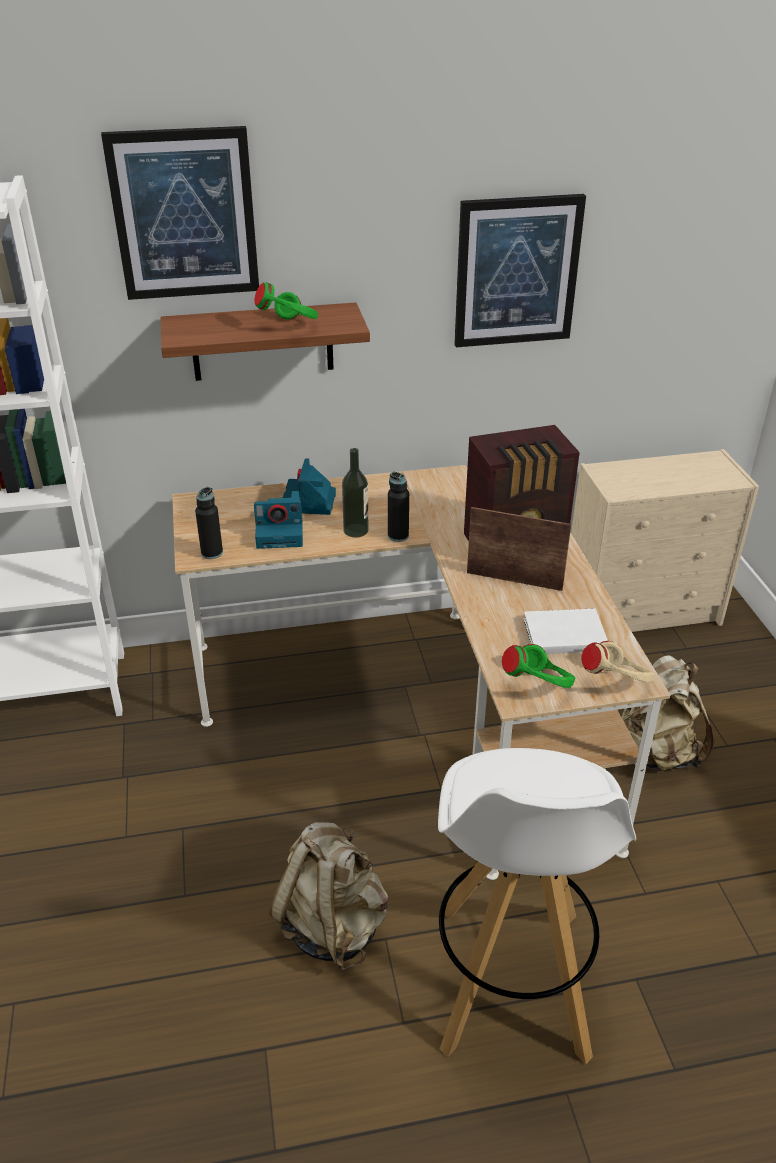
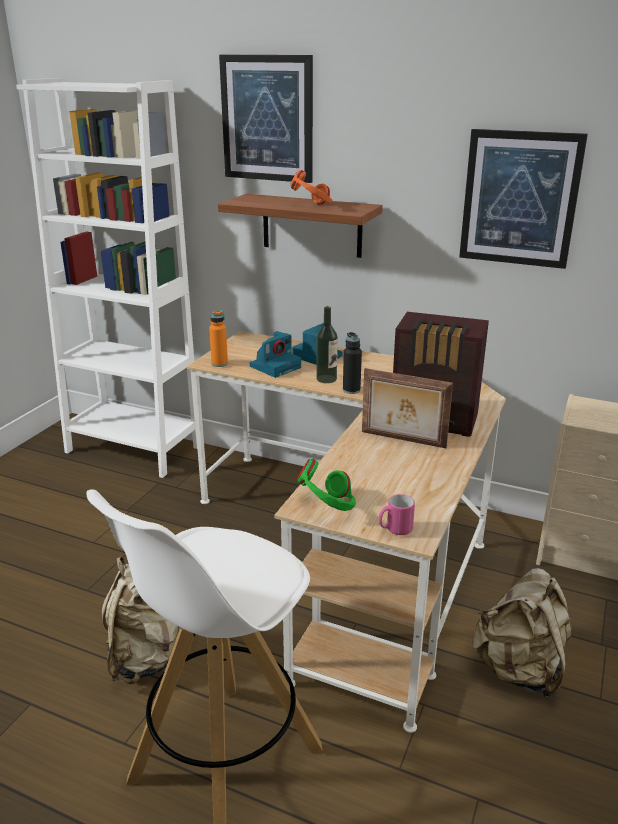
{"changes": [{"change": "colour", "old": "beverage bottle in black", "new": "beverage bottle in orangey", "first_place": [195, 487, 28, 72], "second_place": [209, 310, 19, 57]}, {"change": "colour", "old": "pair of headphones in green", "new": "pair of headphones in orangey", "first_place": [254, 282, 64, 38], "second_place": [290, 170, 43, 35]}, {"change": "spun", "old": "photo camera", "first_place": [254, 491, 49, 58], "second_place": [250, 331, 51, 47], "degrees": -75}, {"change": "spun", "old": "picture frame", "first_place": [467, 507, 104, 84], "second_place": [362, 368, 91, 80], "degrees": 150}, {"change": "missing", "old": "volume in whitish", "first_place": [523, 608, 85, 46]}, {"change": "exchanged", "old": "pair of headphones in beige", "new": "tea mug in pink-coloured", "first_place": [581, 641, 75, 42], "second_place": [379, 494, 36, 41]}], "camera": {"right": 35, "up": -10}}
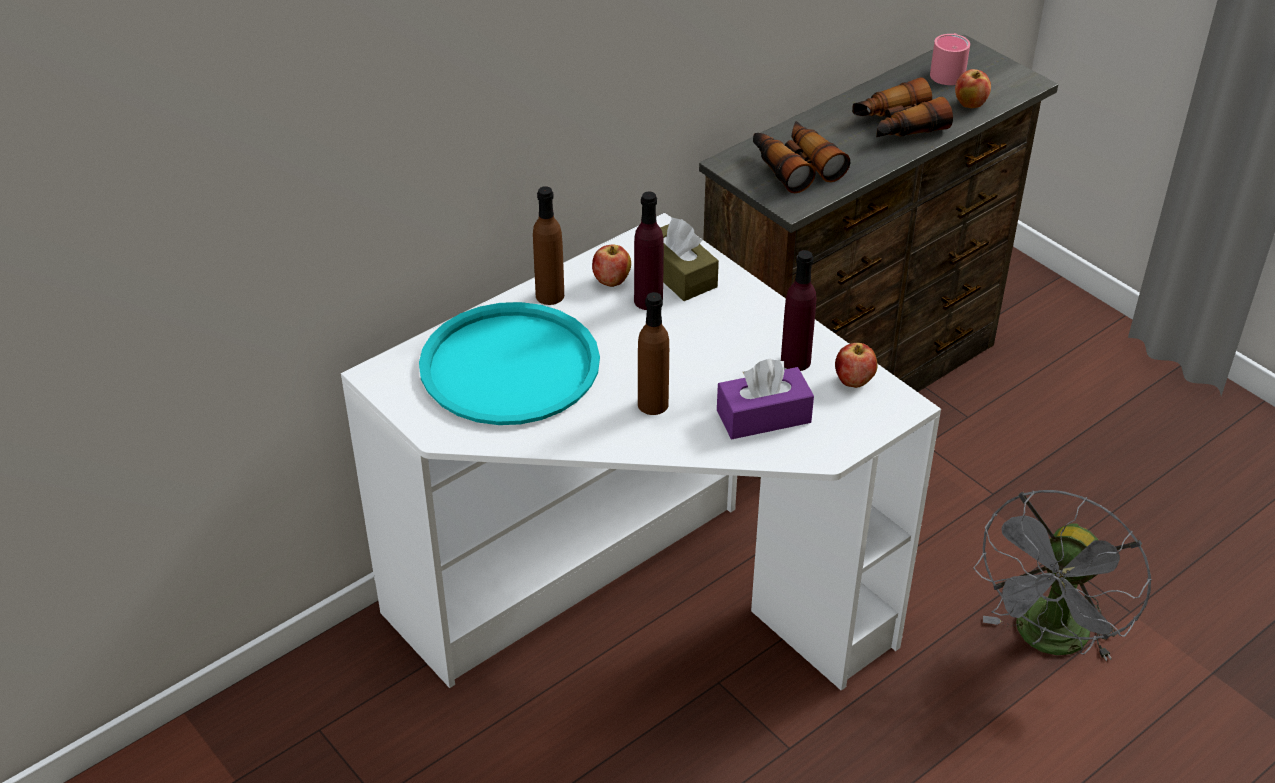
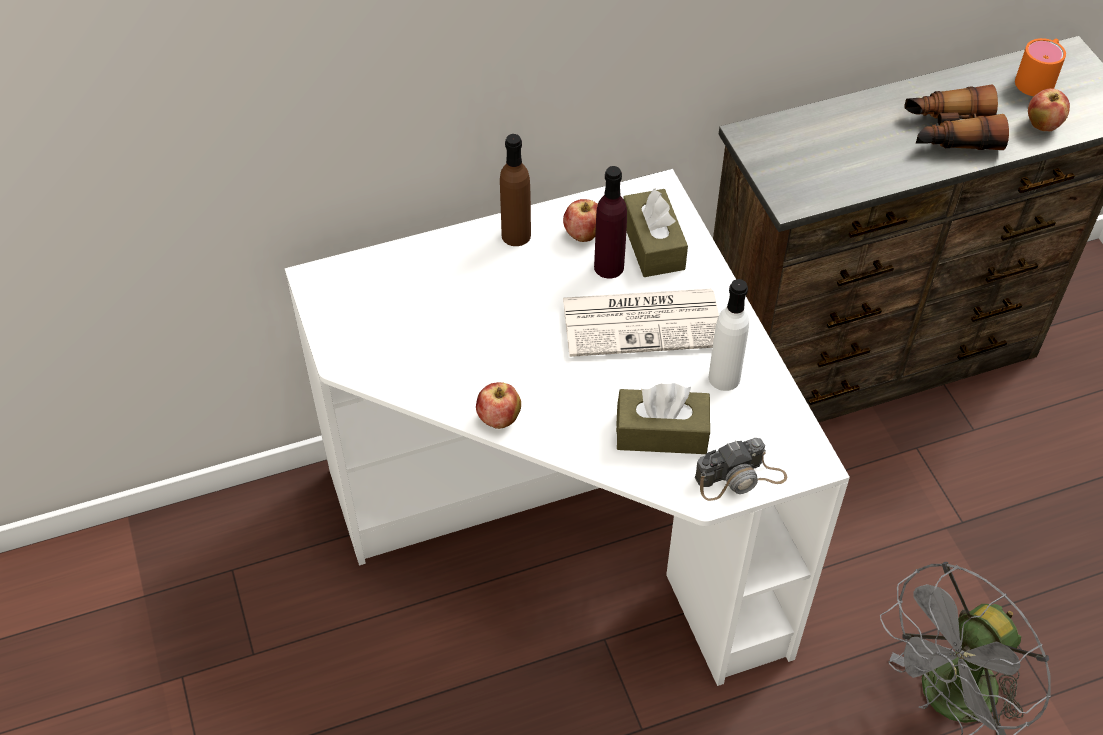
{"changes": [{"change": "missing", "old": "serving tray in turquoise-coloured", "first_place": [419, 302, 181, 123]}, {"change": "missing", "old": "beverage bottle in brown-coloured", "first_place": [638, 292, 31, 123]}, {"change": "colour", "old": "tissue box in purple", "new": "tissue box in brown-coloured", "first_place": [717, 359, 97, 80], "second_place": [616, 383, 94, 71]}, {"change": "missing", "old": "field glasses", "first_place": [753, 121, 97, 72]}, {"change": "colour", "old": "beverage bottle in purple", "new": "beverage bottle in whitish", "first_place": [781, 250, 35, 121], "second_place": [709, 279, 40, 112]}, {"change": "relocated", "old": "apple", "first_place": [835, 343, 43, 45], "second_place": [476, 382, 45, 47]}, {"change": "colour", "old": "tea mug in pink-coloured", "new": "tea mug in orangey", "first_place": [930, 33, 40, 52], "second_place": [1015, 38, 51, 58]}, {"change": "appeared", "new": "daily paper", "second_place": [563, 289, 156, 68]}, {"change": "appeared", "new": "photo camera", "second_place": [695, 438, 92, 63]}], "camera": {"right": 20, "up": 10}}
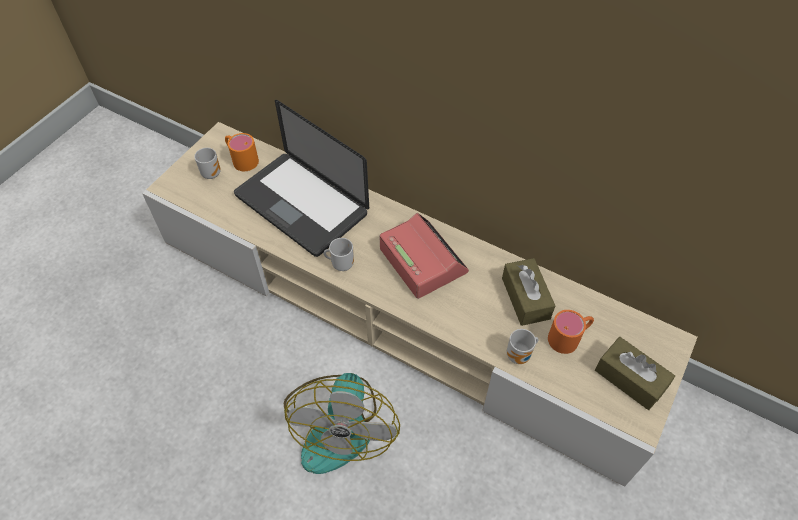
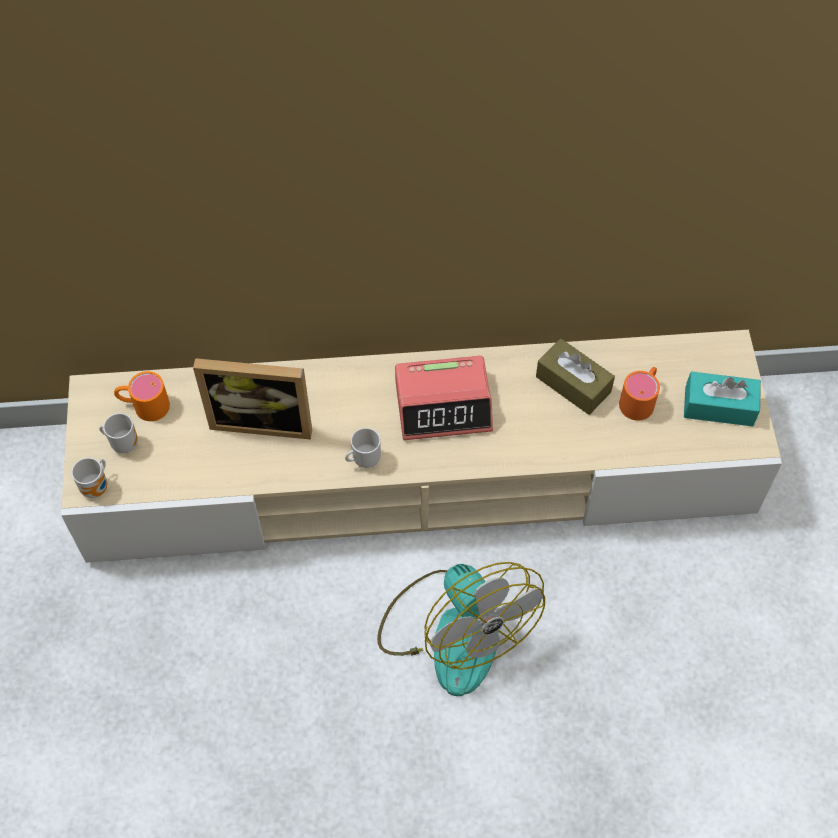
{"changes": [{"change": "exchanged", "old": "portable computer", "new": "picture frame", "first_place": [234, 100, 135, 157], "second_place": [193, 358, 119, 81]}, {"change": "spun", "old": "alarm clock", "first_place": [379, 213, 90, 86], "second_place": [395, 356, 98, 84], "degrees": 150}, {"change": "relocated", "old": "tea mug", "first_place": [507, 329, 32, 35], "second_place": [72, 458, 35, 40]}, {"change": "colour", "old": "tissue box in brown-coloured", "new": "tissue box in turquoise-coloured", "first_place": [595, 337, 80, 73], "second_place": [684, 371, 77, 55]}], "camera": {"right": -35, "up": 5}}
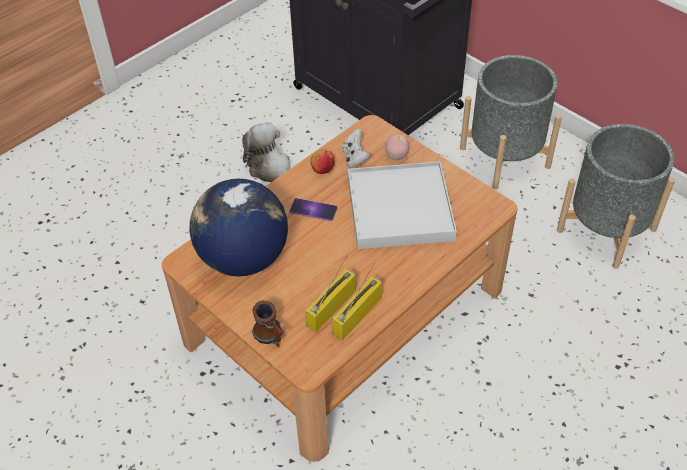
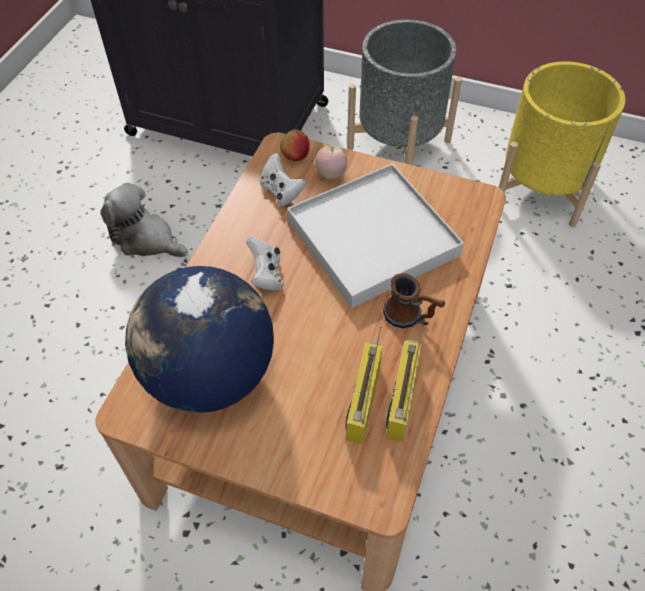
{"changes": [{"change": "relocated", "old": "tea mug", "first_place": [252, 300, 32, 47], "second_place": [383, 273, 62, 55]}, {"change": "exchanged", "old": "telephone", "new": "joypad in whitish", "first_place": [289, 198, 48, 23], "second_place": [246, 237, 38, 53]}, {"change": "relocated", "old": "apple", "first_place": [311, 149, 24, 25], "second_place": [280, 130, 30, 31]}, {"change": "colour", "old": "flower pot in grey", "new": "flower pot in yellowish", "first_place": [557, 124, 118, 145], "second_place": [499, 61, 126, 166]}], "camera": {"right": -25, "up": 5}}
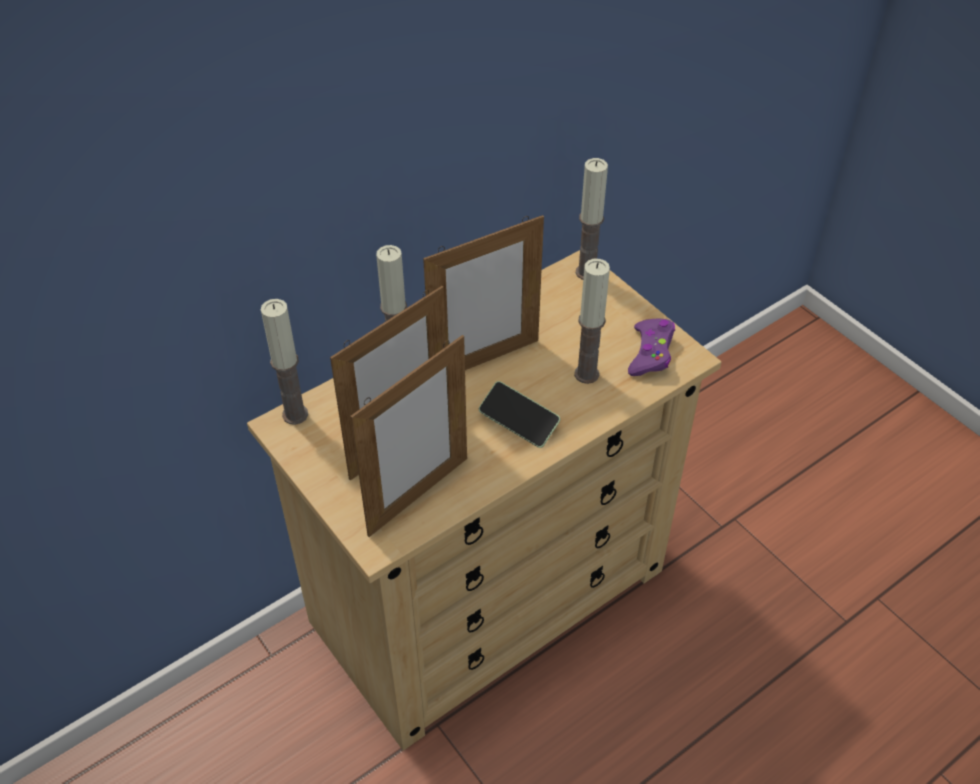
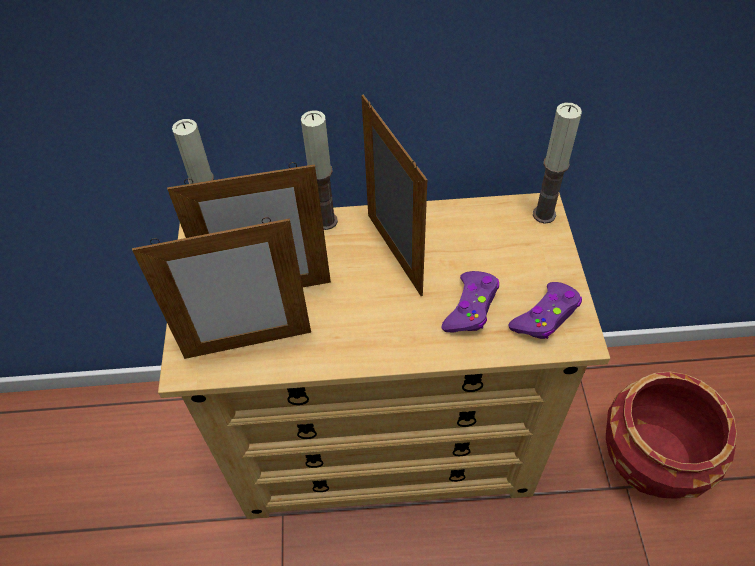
{"changes": [{"change": "spun", "old": "picture frame", "first_place": [423, 215, 121, 155], "second_place": [361, 95, 66, 201], "degrees": -120}, {"change": "missing", "old": "telephone", "first_place": [479, 381, 81, 67]}, {"change": "exchanged", "old": "wax light", "new": "joypad in purple", "first_place": [574, 259, 36, 125], "second_place": [442, 271, 57, 62]}, {"change": "appeared", "new": "flower pot in reddish", "second_place": [606, 372, 131, 127]}], "camera": {"right": 35, "up": 5}}
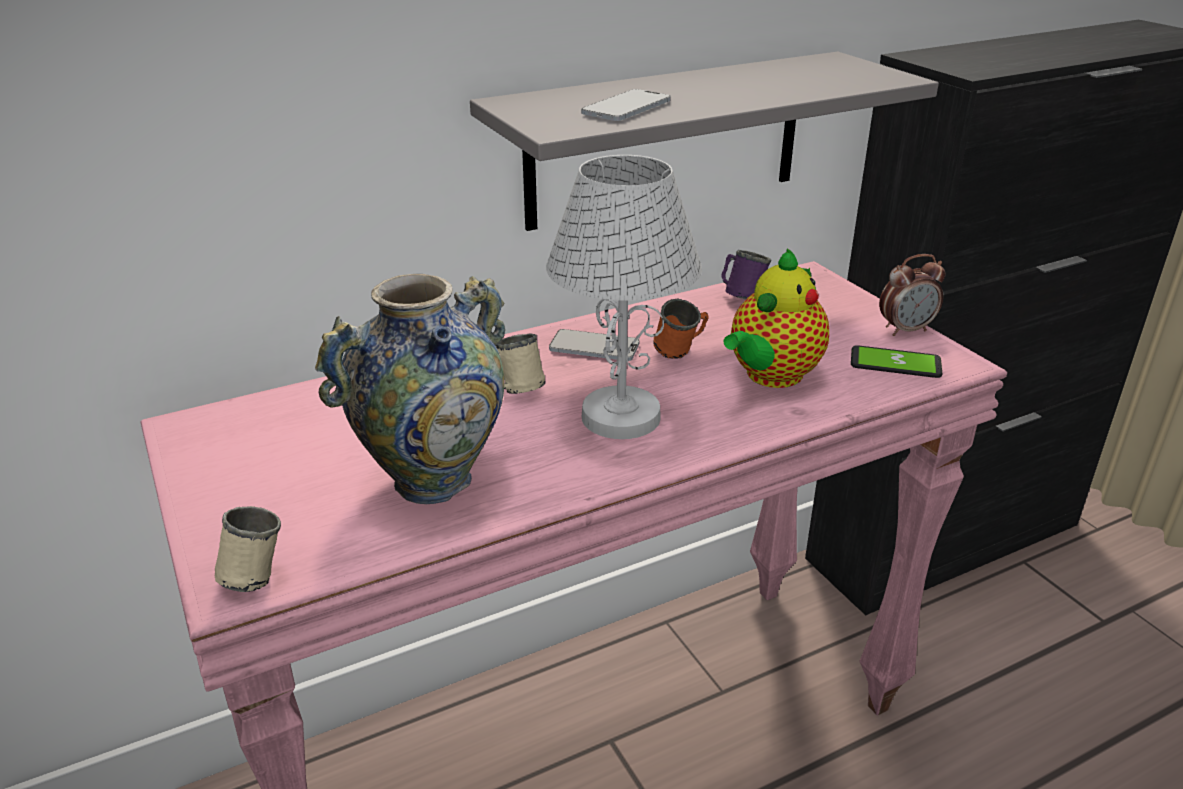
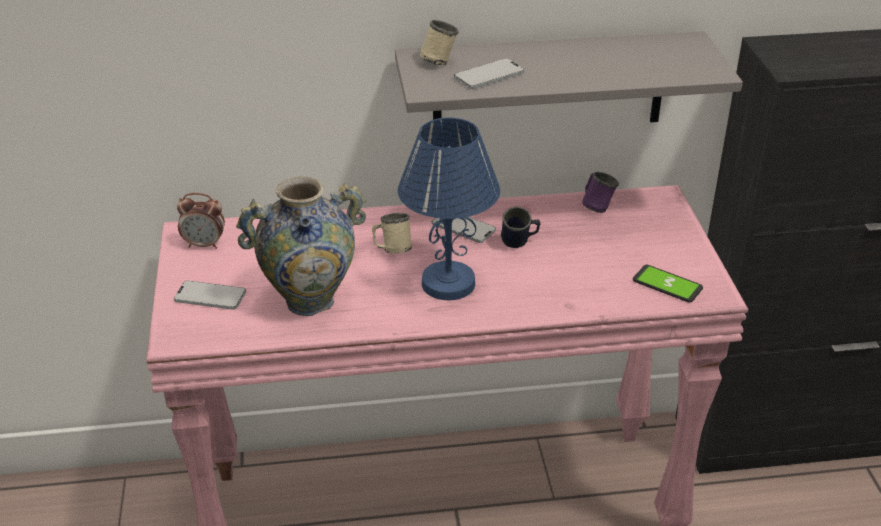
{"changes": [{"change": "relocated", "old": "tea mug in beige", "first_place": [215, 506, 66, 86], "second_place": [420, 20, 39, 45]}, {"change": "colour", "old": "lamp for a table in whitish", "new": "lamp for a table in bluish", "first_place": [546, 155, 156, 284], "second_place": [398, 118, 102, 182]}, {"change": "colour", "old": "tea mug in orangey", "new": "tea mug in bluish", "first_place": [654, 299, 55, 60], "second_place": [501, 206, 40, 42]}, {"change": "missing", "old": "tea pot", "first_place": [724, 248, 105, 140]}, {"change": "relocated", "old": "alarm clock", "first_place": [879, 254, 66, 82], "second_place": [177, 193, 48, 56]}, {"change": "appeared", "new": "telephone", "second_place": [174, 280, 72, 30]}], "camera": {"right": 20, "up": 5}}
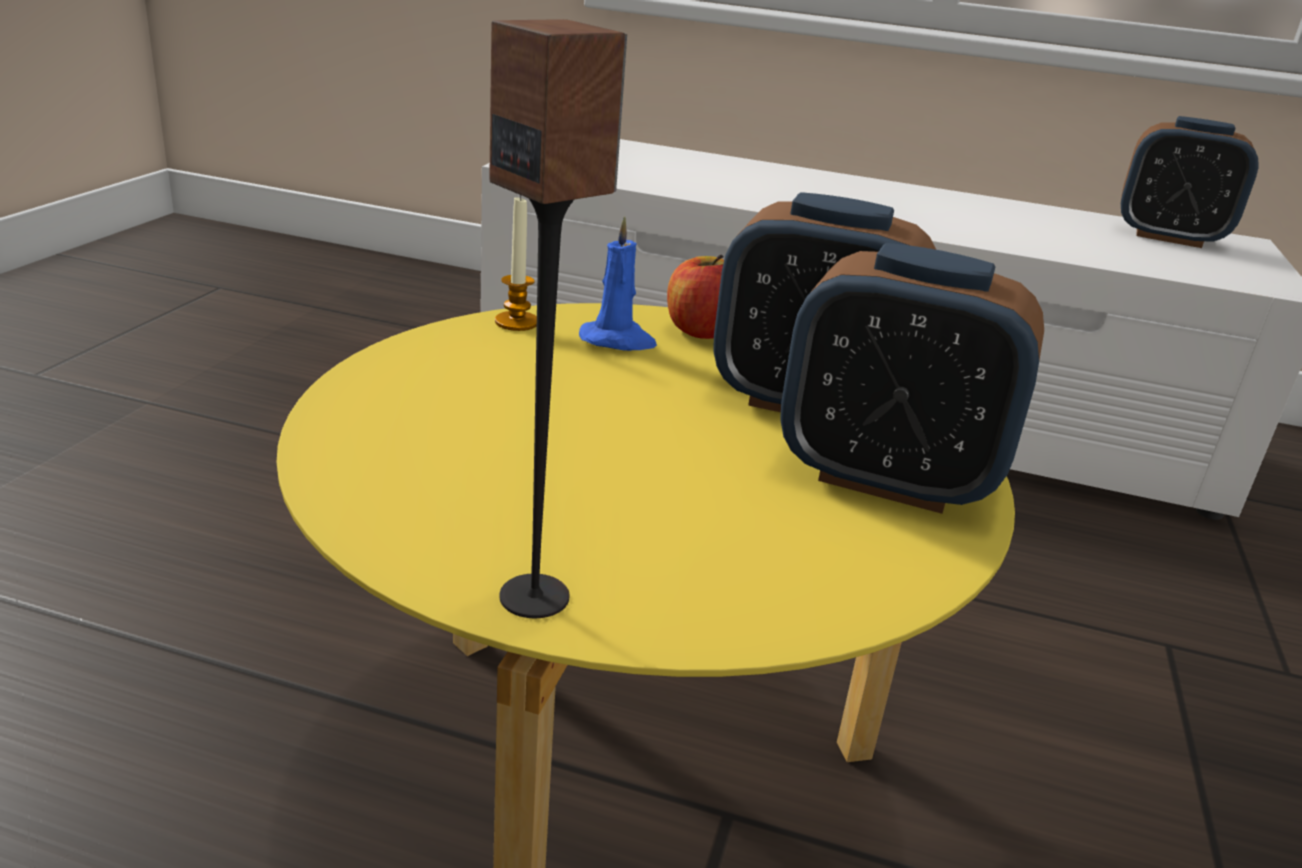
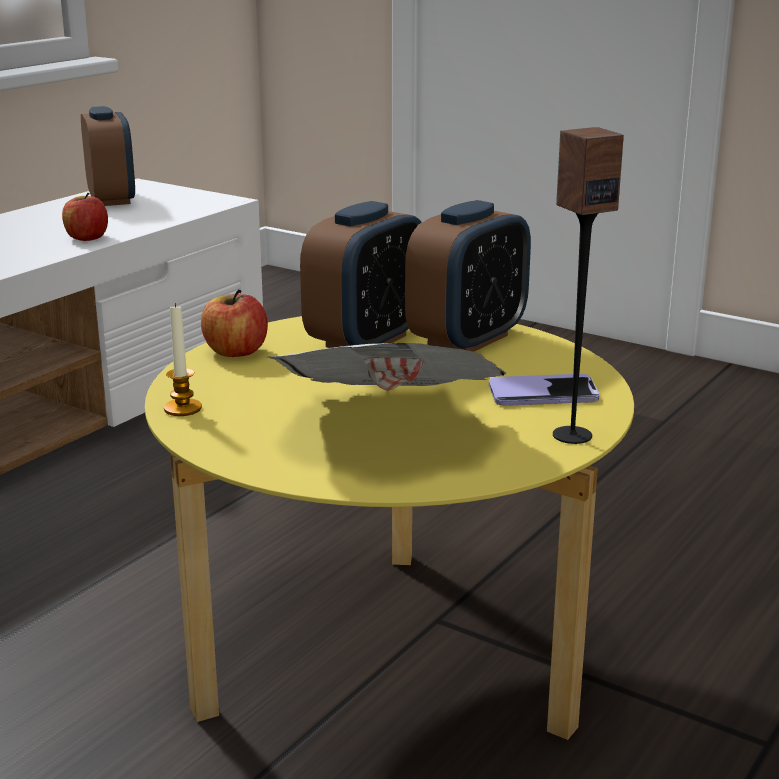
{"changes": [{"change": "missing", "old": "wax light in bluish", "first_place": [579, 216, 78, 135]}, {"change": "spun", "old": "alarm clock", "first_place": [1121, 116, 137, 132], "second_place": [81, 106, 54, 100], "degrees": -60}, {"change": "appeared", "new": "apple", "second_place": [62, 193, 46, 48]}, {"change": "appeared", "new": "daily paper", "second_place": [268, 343, 238, 48]}, {"change": "appeared", "new": "telephone", "second_place": [489, 374, 111, 32]}], "camera": {"right": -70, "up": -5}}
